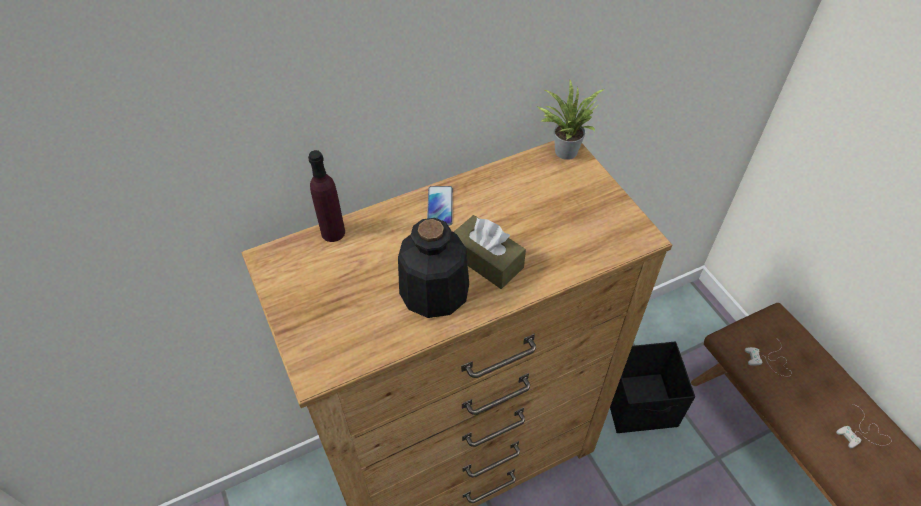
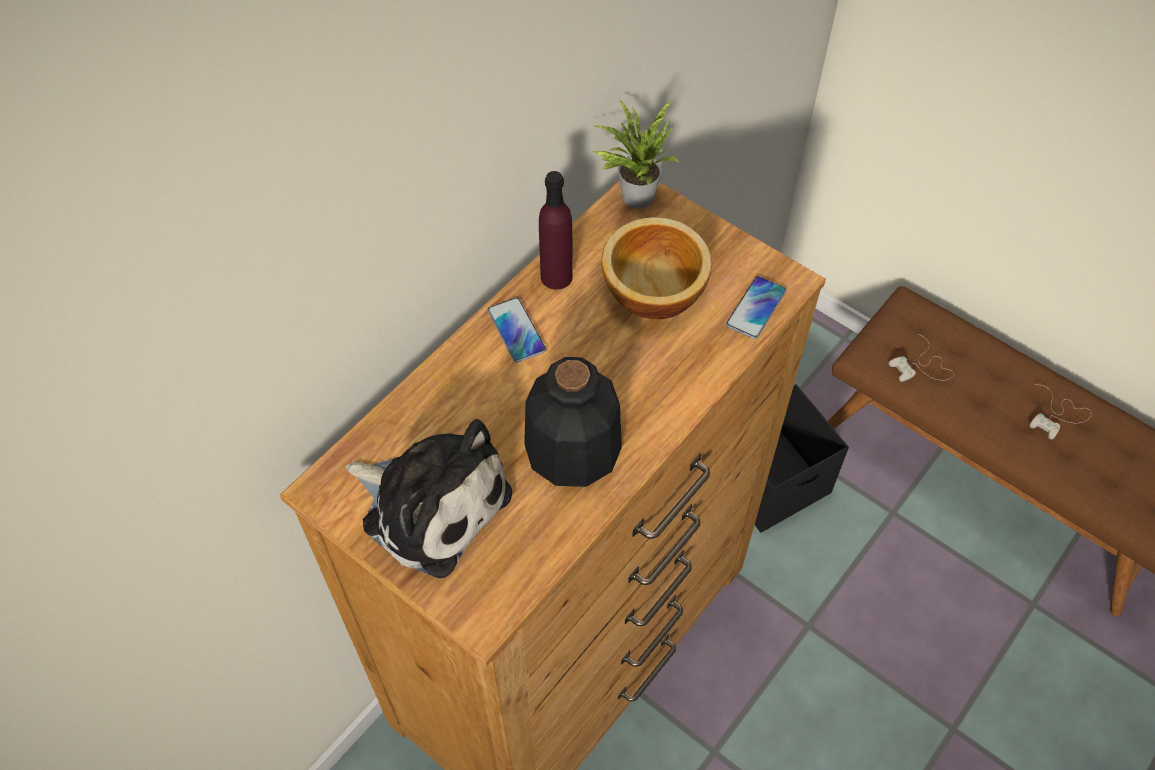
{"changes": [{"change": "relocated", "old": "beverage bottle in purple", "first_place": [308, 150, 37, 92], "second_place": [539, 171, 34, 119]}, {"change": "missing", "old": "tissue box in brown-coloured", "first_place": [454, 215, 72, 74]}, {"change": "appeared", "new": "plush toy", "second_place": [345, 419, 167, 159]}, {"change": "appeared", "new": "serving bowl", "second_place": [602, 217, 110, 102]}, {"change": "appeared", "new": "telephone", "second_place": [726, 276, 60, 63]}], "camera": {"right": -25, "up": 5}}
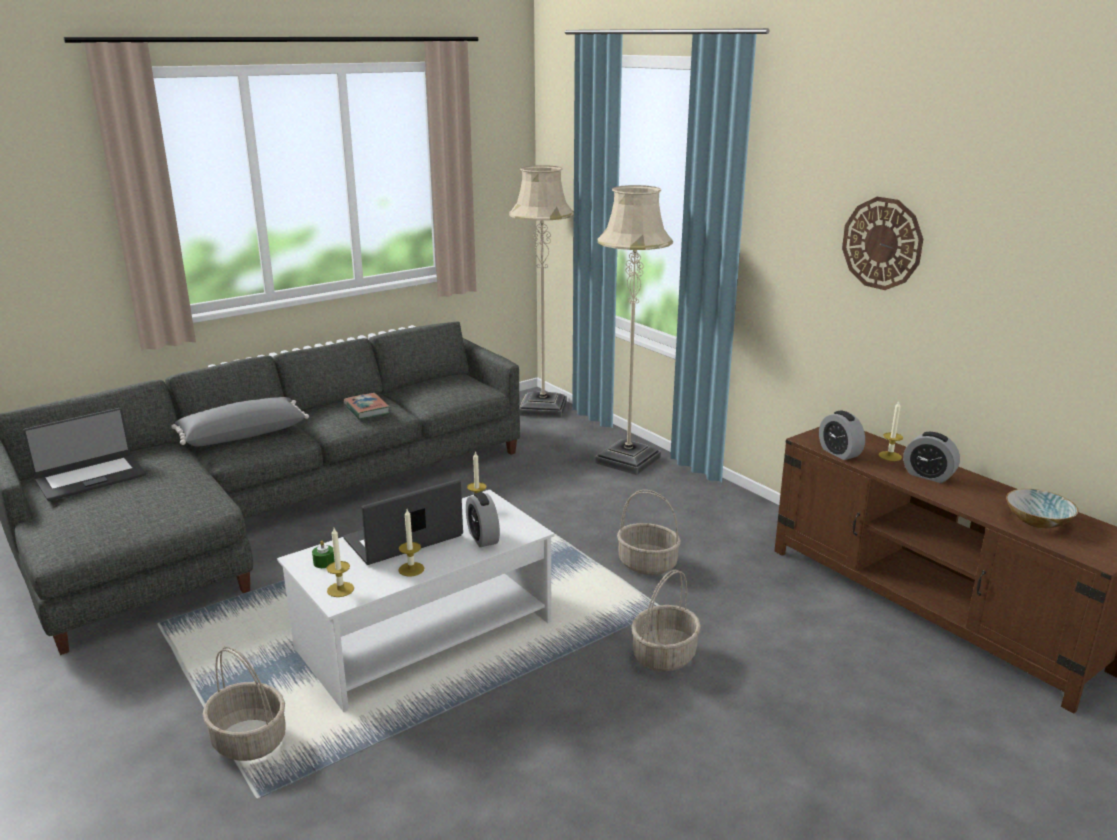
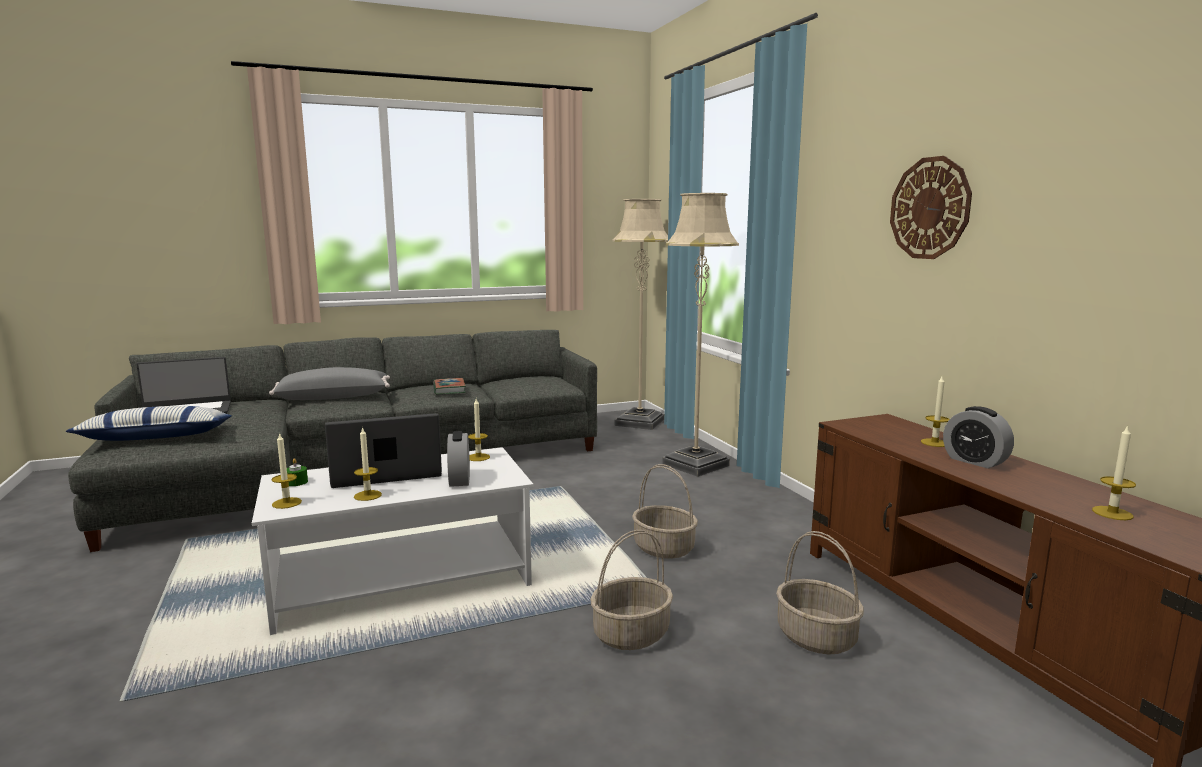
{"changes": [{"change": "relocated", "old": "household basket", "first_place": [202, 646, 84, 115], "second_place": [776, 531, 88, 124]}, {"change": "missing", "old": "alarm clock", "first_place": [819, 411, 46, 49]}, {"change": "exchanged", "old": "serving bowl", "new": "wax light", "first_place": [1006, 489, 73, 40], "second_place": [1092, 425, 44, 95]}, {"change": "appeared", "new": "pillow", "second_place": [66, 406, 166, 35]}], "camera": {"right": 15, "up": -10}}
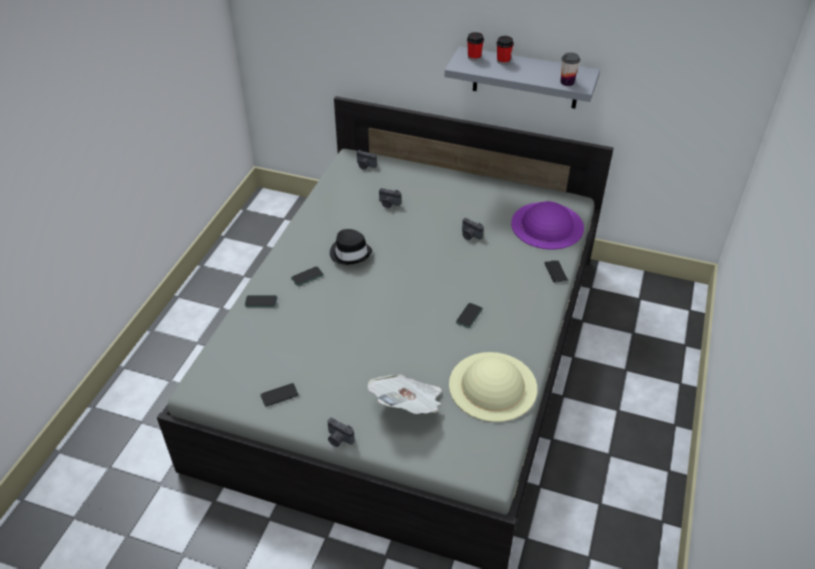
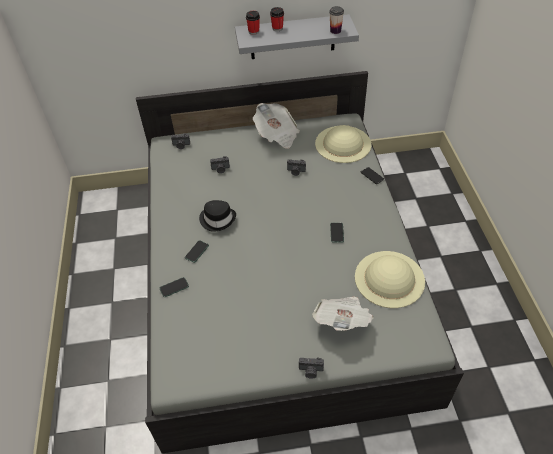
{"changes": [{"change": "missing", "old": "telephone", "first_place": [261, 383, 37, 24]}, {"change": "colour", "old": "hat in purple", "new": "hat in beige", "first_place": [511, 201, 73, 49], "second_place": [315, 125, 56, 38]}, {"change": "appeared", "new": "daily paper", "second_place": [253, 103, 47, 46]}], "camera": {"right": -25, "up": 5}}
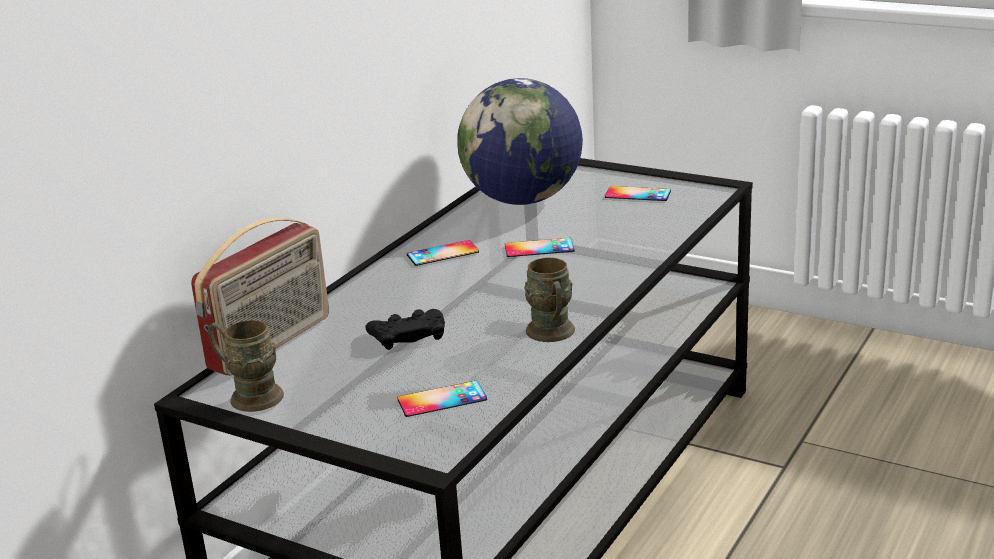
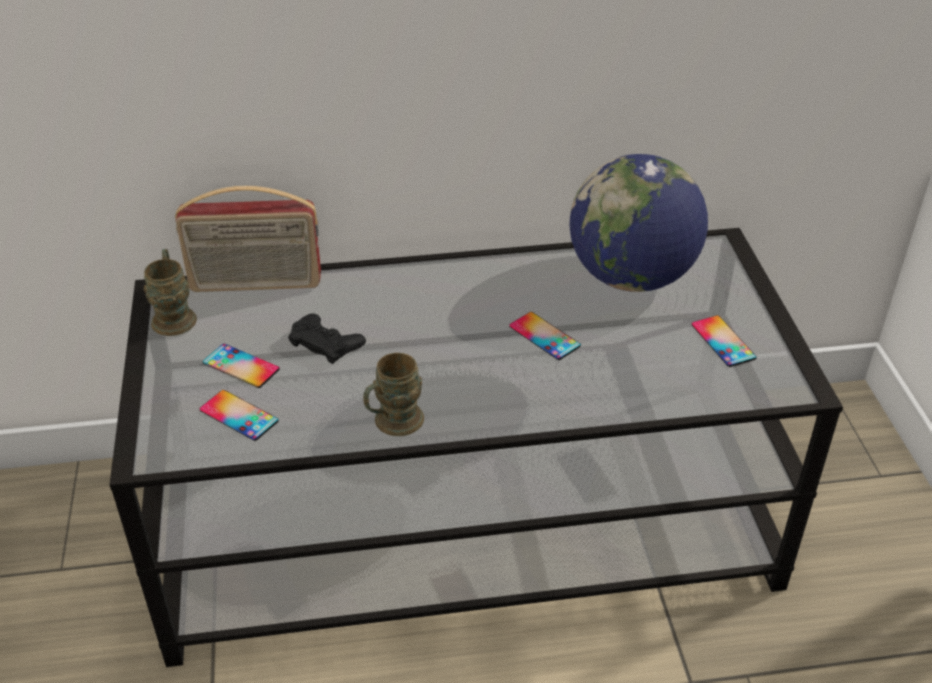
{"changes": [{"change": "relocated", "old": "telephone", "first_place": [407, 240, 72, 26], "second_place": [203, 344, 77, 44]}], "camera": {"right": 50, "up": 15}}
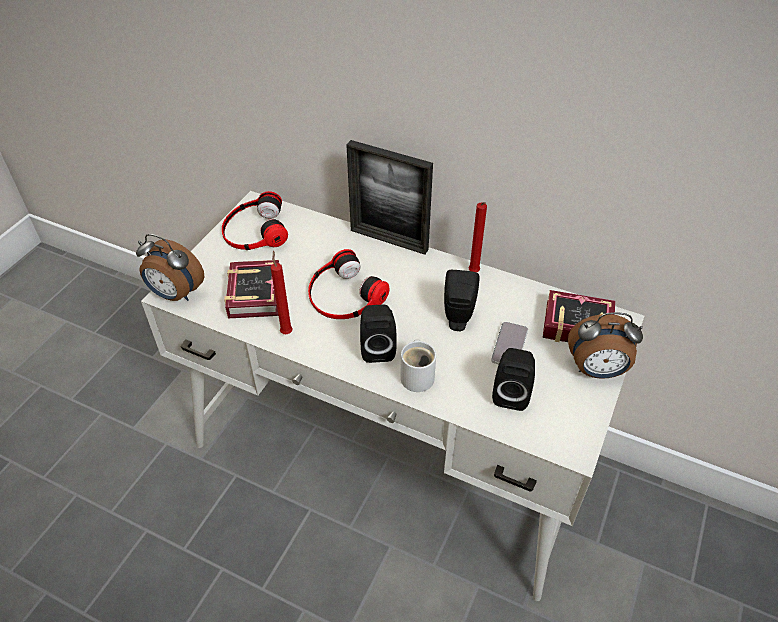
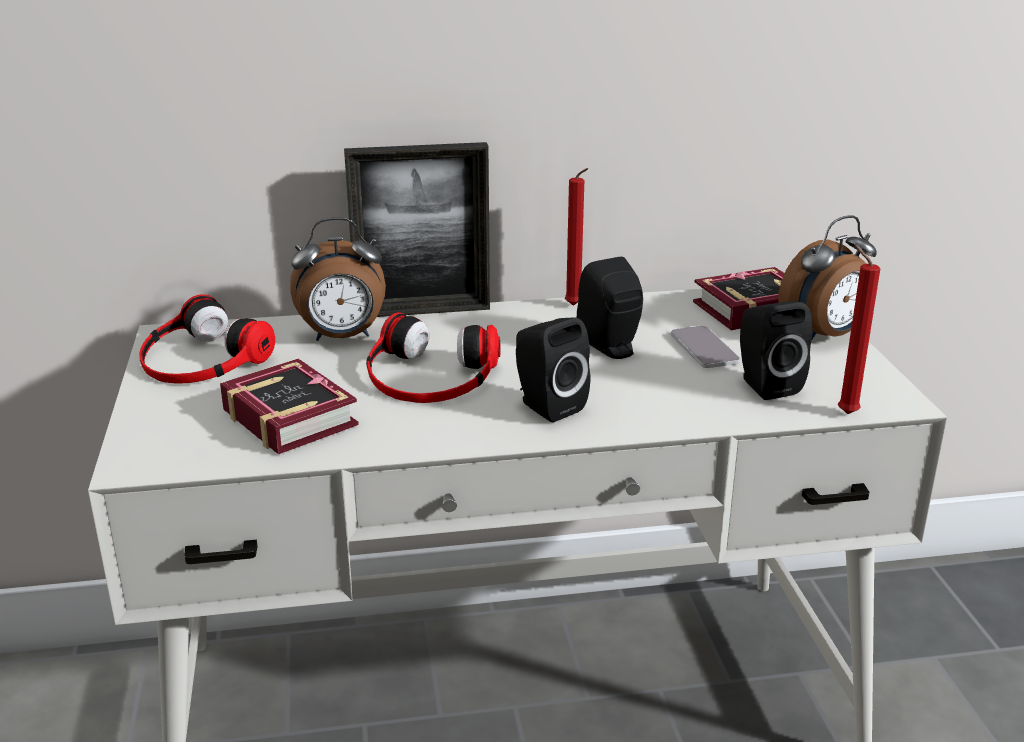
{"changes": [{"change": "relocated", "old": "alarm clock", "first_place": [136, 234, 68, 67], "second_place": [290, 217, 96, 124]}, {"change": "relocated", "old": "wax light in reddish", "first_place": [271, 251, 22, 83], "second_place": [838, 245, 42, 169]}, {"change": "missing", "old": "tea mug in whitish", "first_place": [400, 340, 36, 52]}], "camera": {"right": -35, "up": -20}}
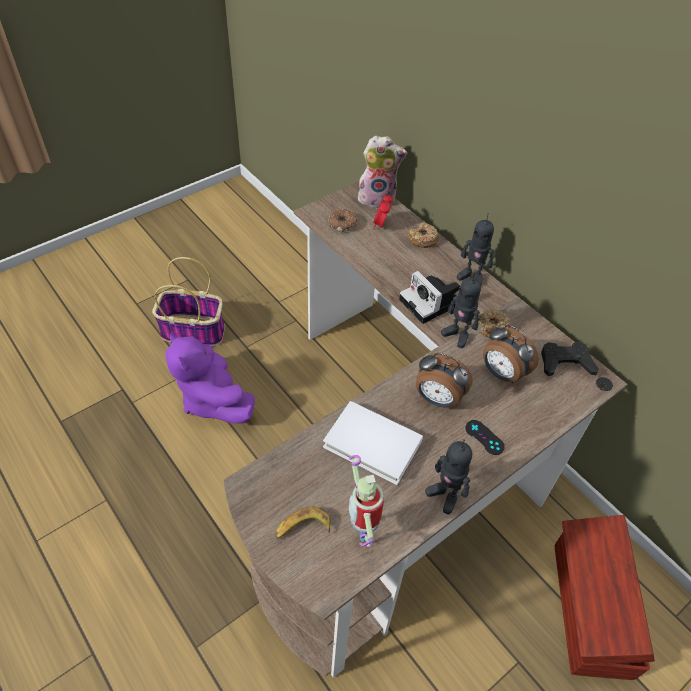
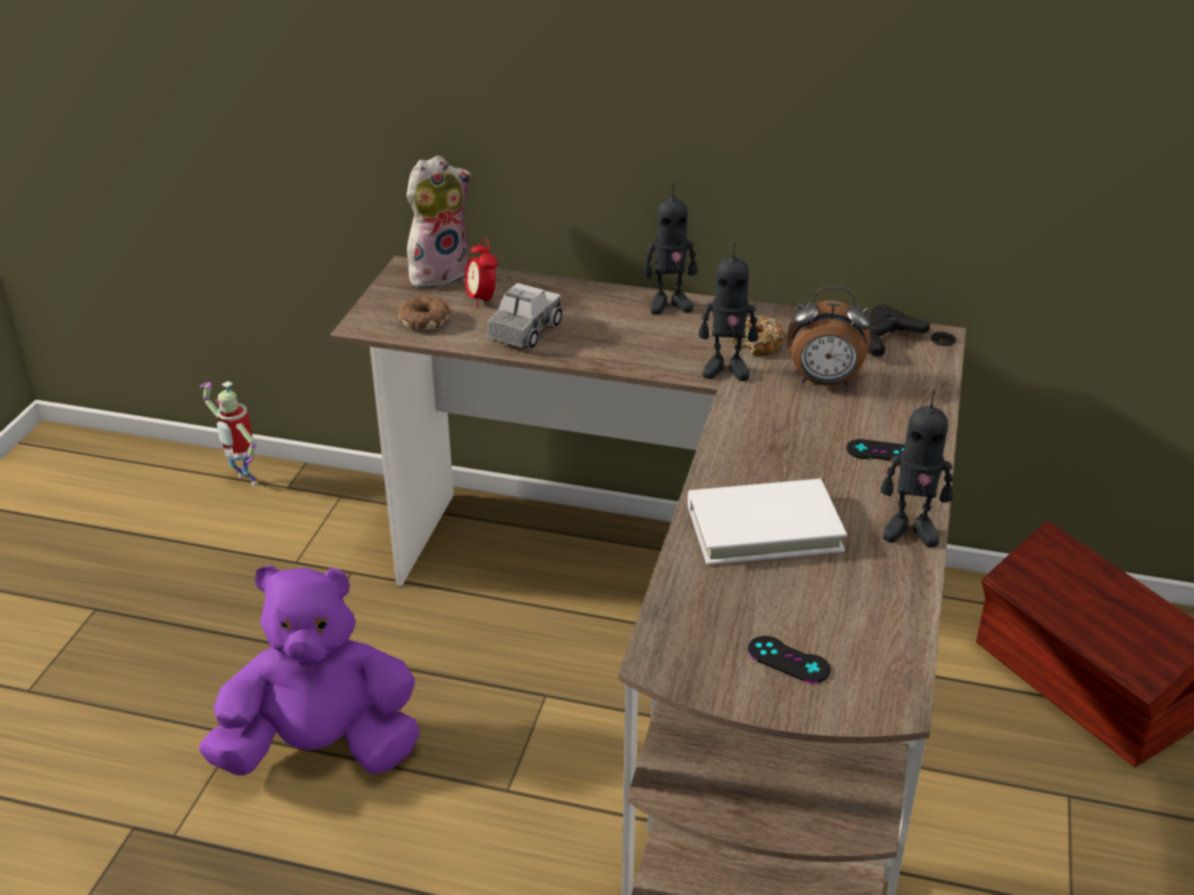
{"changes": [{"change": "missing", "old": "household basket", "first_place": [152, 257, 73, 89]}, {"change": "spun", "old": "plush toy in purple", "first_place": [165, 332, 90, 92], "second_place": [199, 565, 221, 210], "degrees": 150}, {"change": "exchanged", "old": "banana", "new": "joypad in black", "first_place": [275, 507, 56, 32], "second_place": [748, 636, 82, 47]}, {"change": "relocated", "old": "toy robot", "first_place": [349, 455, 35, 92], "second_place": [200, 381, 58, 105]}, {"change": "missing", "old": "photo camera", "first_place": [399, 271, 61, 53]}, {"change": "missing", "old": "ring doughnut", "first_place": [408, 223, 31, 25]}, {"change": "missing", "old": "alarm clock", "first_place": [416, 353, 57, 55]}, {"change": "appeared", "new": "model truck", "second_place": [488, 283, 75, 66]}], "camera": {"right": -35, "up": -15}}
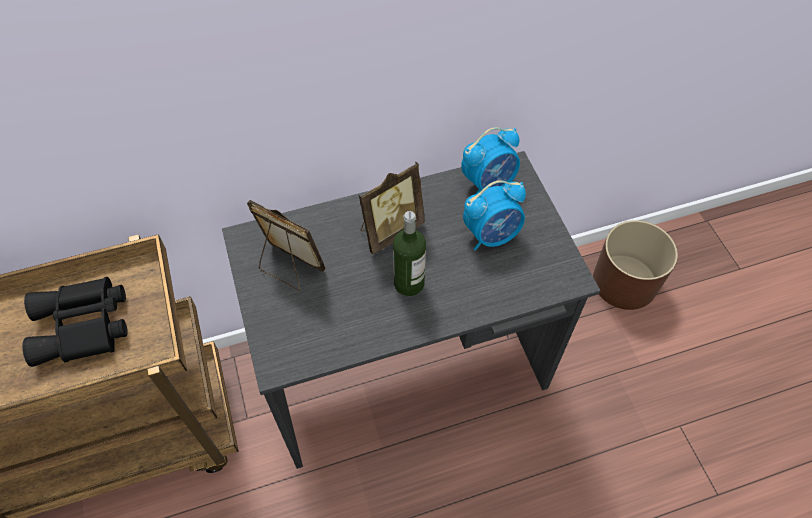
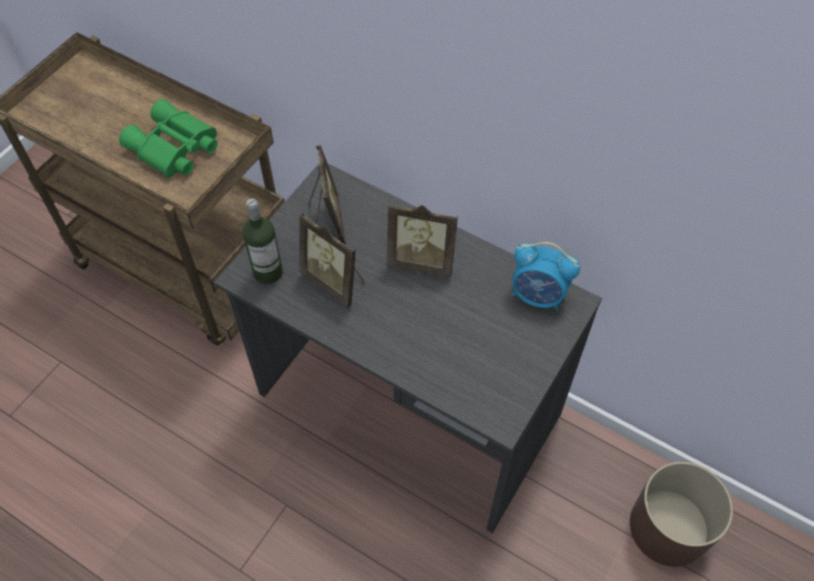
{"changes": [{"change": "colour", "old": "field glasses in black", "new": "field glasses in green", "first_place": [22, 277, 106, 90], "second_place": [119, 99, 99, 79]}, {"change": "relocated", "old": "beverage bottle", "first_place": [393, 211, 33, 85], "second_place": [243, 198, 40, 86]}, {"change": "missing", "old": "alarm clock", "first_place": [463, 180, 63, 71]}, {"change": "appeared", "new": "picture frame", "second_place": [299, 213, 65, 94]}], "camera": {"right": 50, "up": 0}}
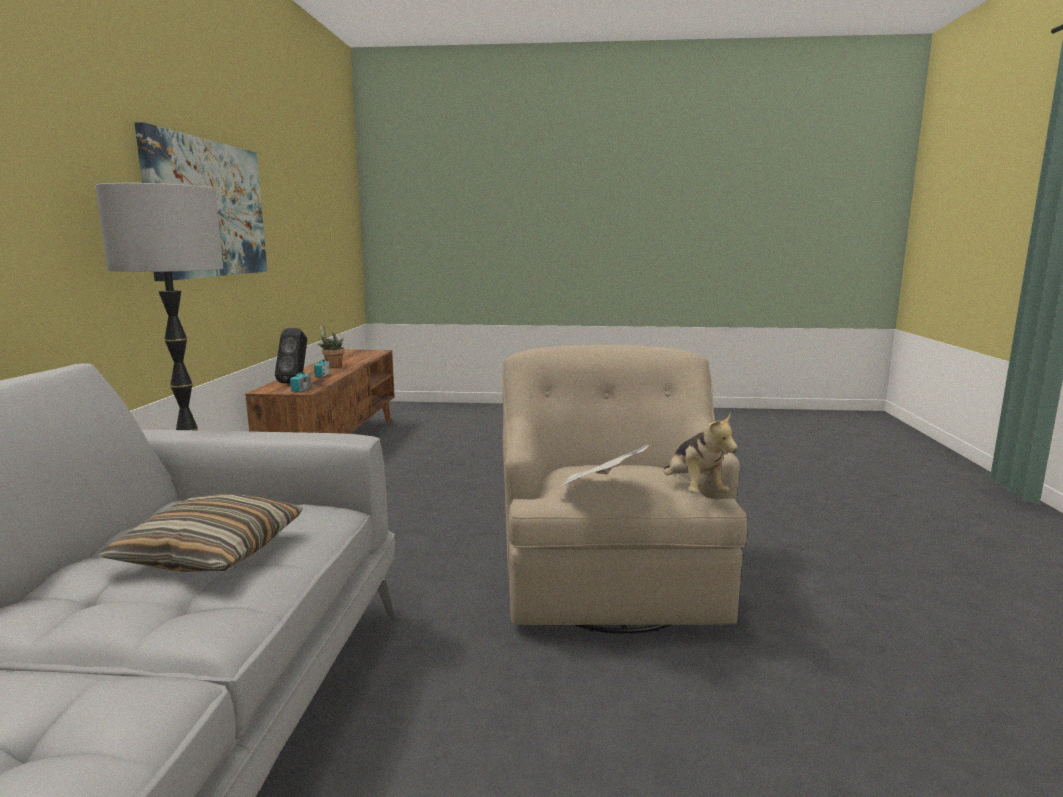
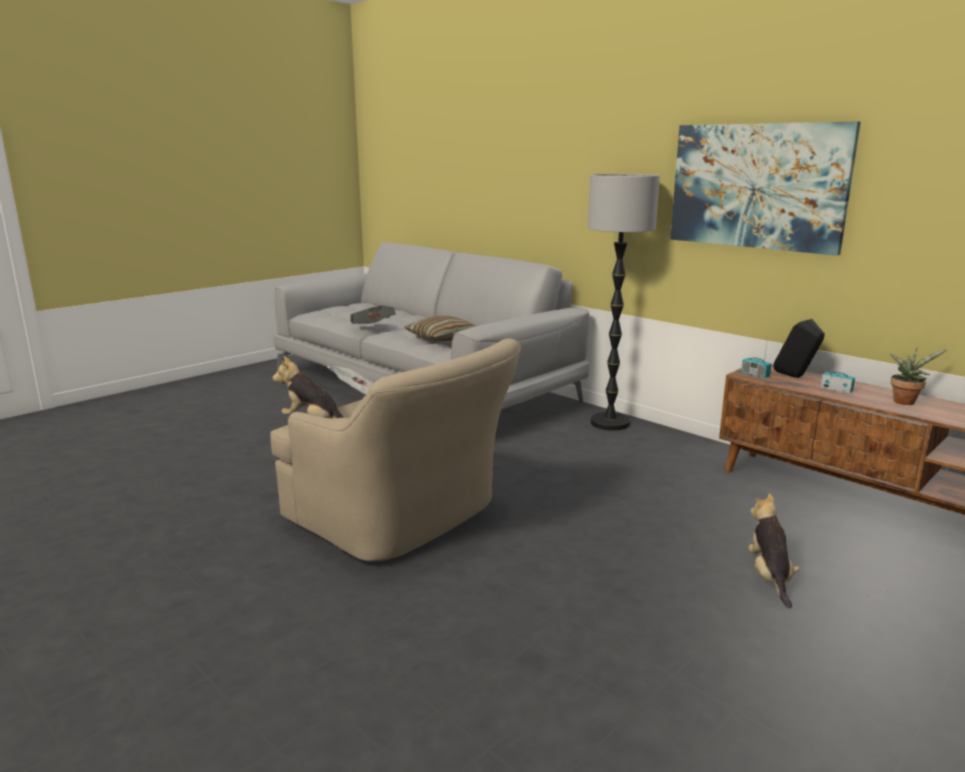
{"changes": [{"change": "appeared", "new": "daily paper", "second_place": [350, 306, 46, 18]}, {"change": "appeared", "new": "plush toy", "second_place": [748, 493, 52, 115]}], "camera": {"right": 130, "up": 5}}
